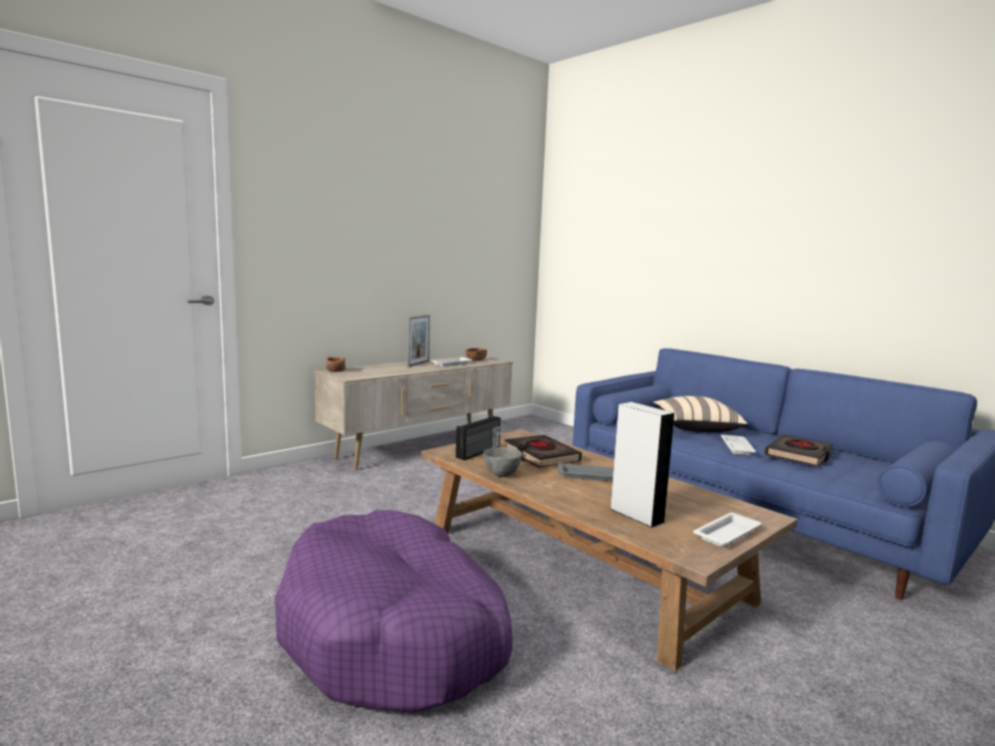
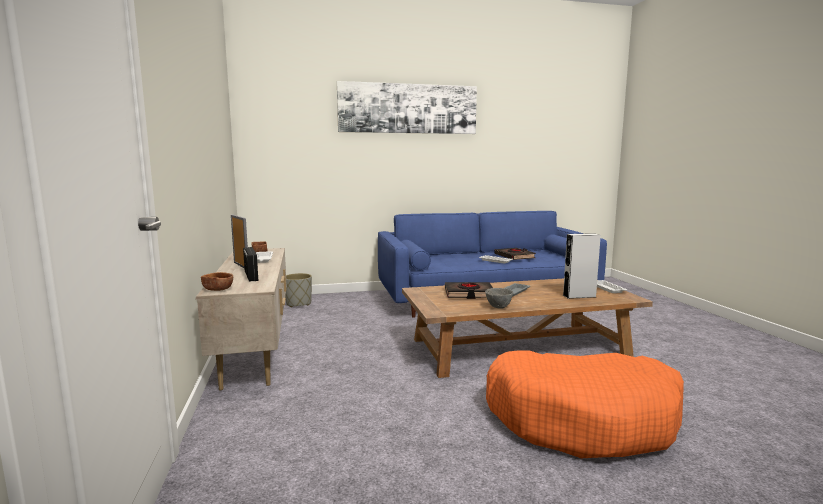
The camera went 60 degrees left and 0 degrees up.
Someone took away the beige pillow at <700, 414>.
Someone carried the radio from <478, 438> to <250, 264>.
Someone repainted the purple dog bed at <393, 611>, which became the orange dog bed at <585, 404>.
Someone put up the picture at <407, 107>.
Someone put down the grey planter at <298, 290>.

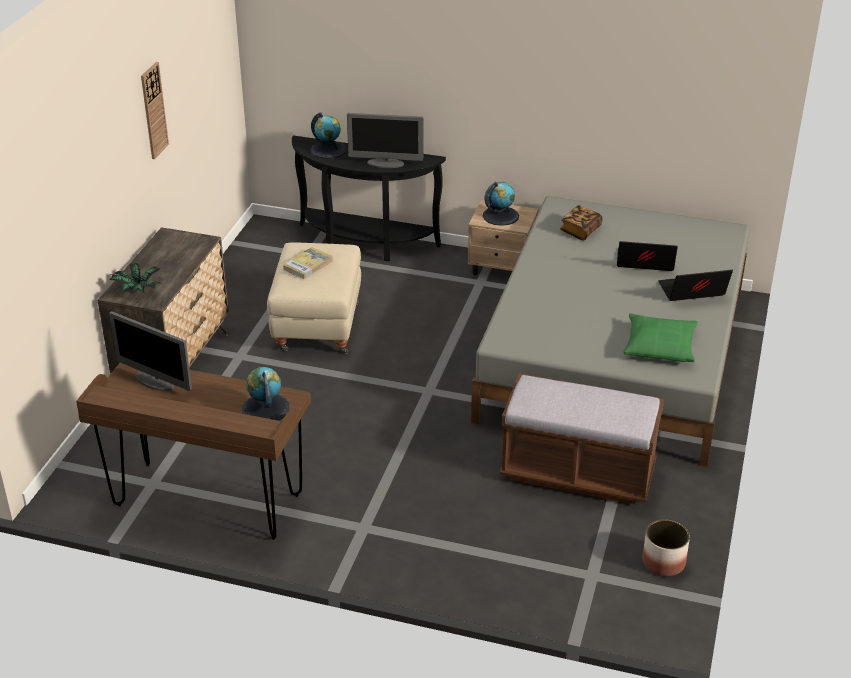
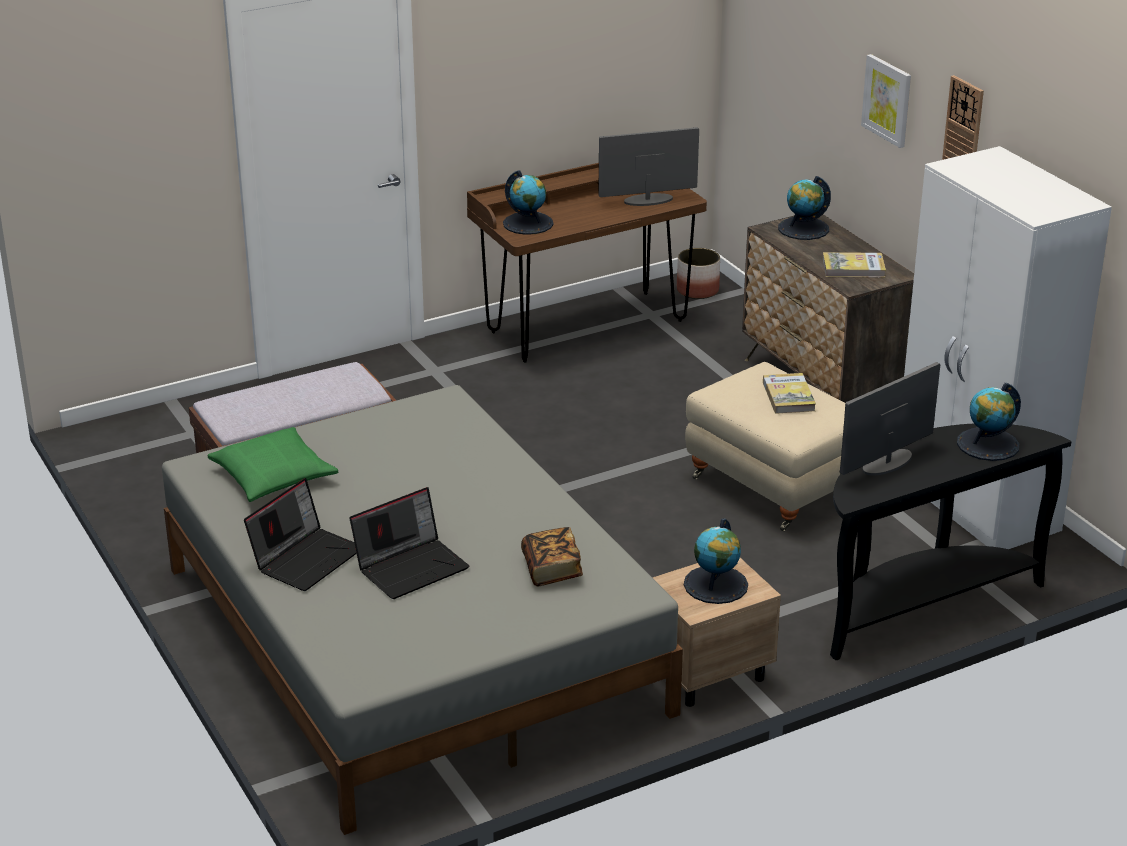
The camera went 135 degrees right and 5 degrees down.
Someone swapped the potted plant at <134, 278> for the globe at <804, 208>.
Someone carried the planter from <666, 548> to <698, 273>.
Someone put up the picture at <886, 101>.
Someone put down the white wardrobe at <1008, 347>.
Someone put down the book at <854, 264>.

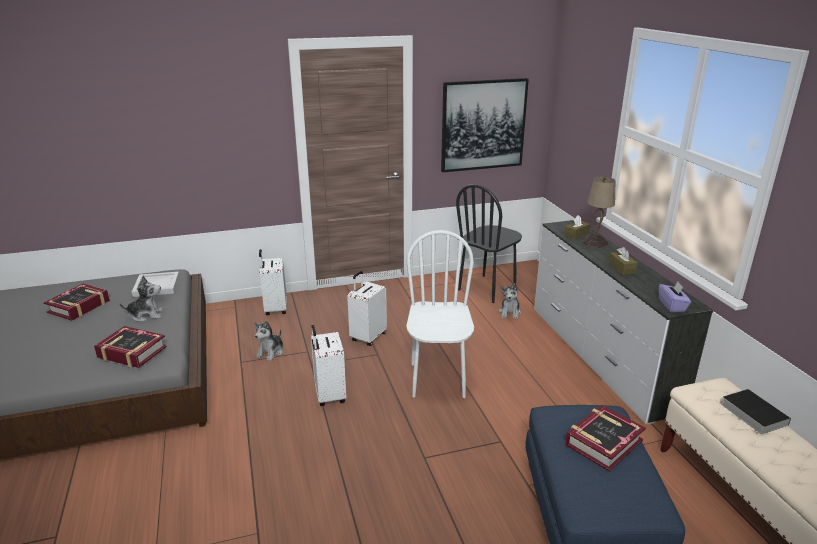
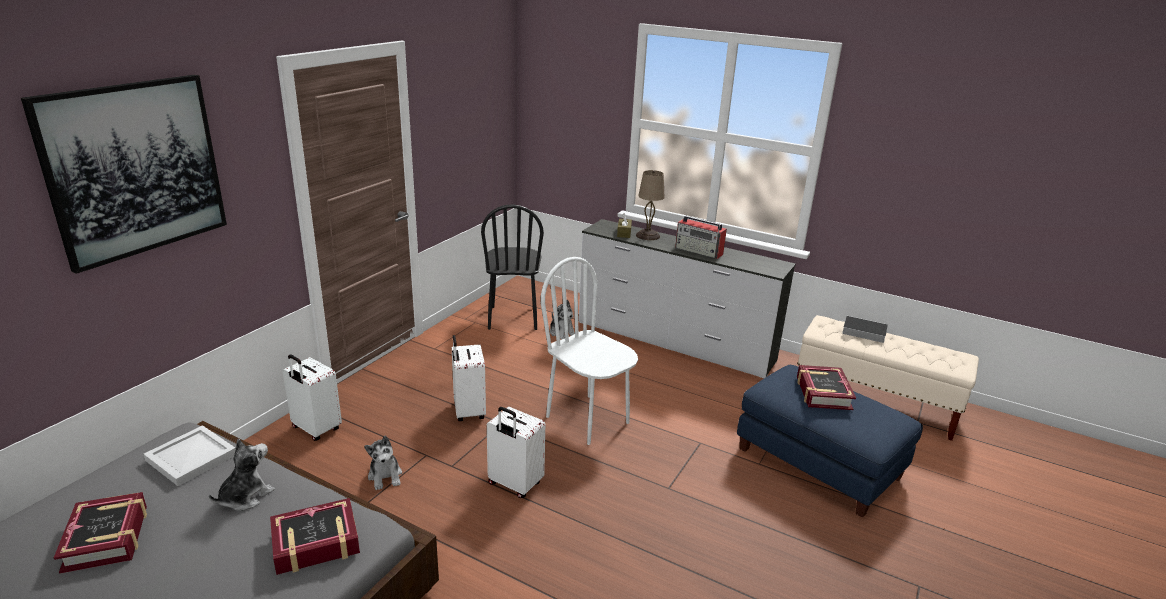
The camera went 45 degrees left and 0 degrees up.
Someone carried the picture from <485, 125> to <124, 174>.
Someone swapped the brown tissue box at <623, 261> for the radio at <701, 237>.
Someone took away the purple tissue box at <675, 296>.

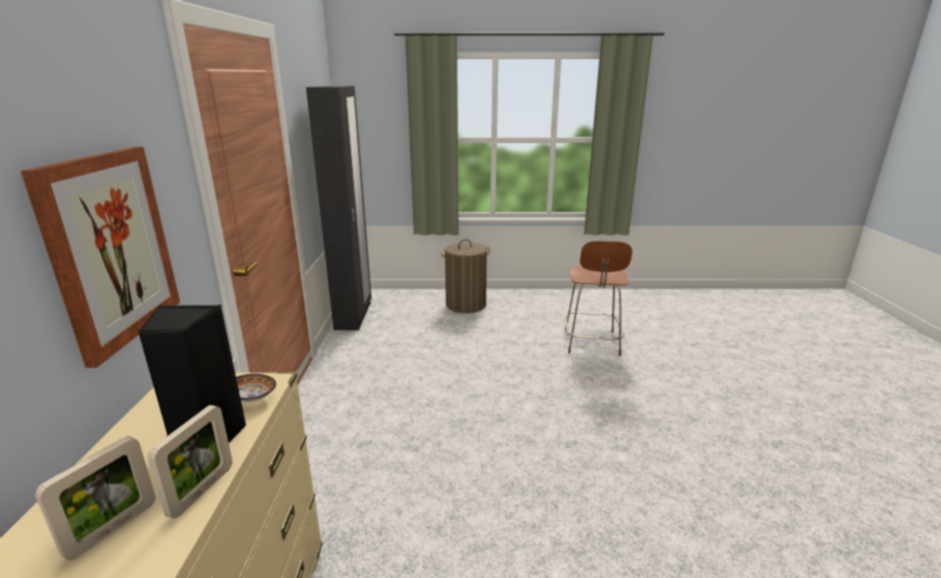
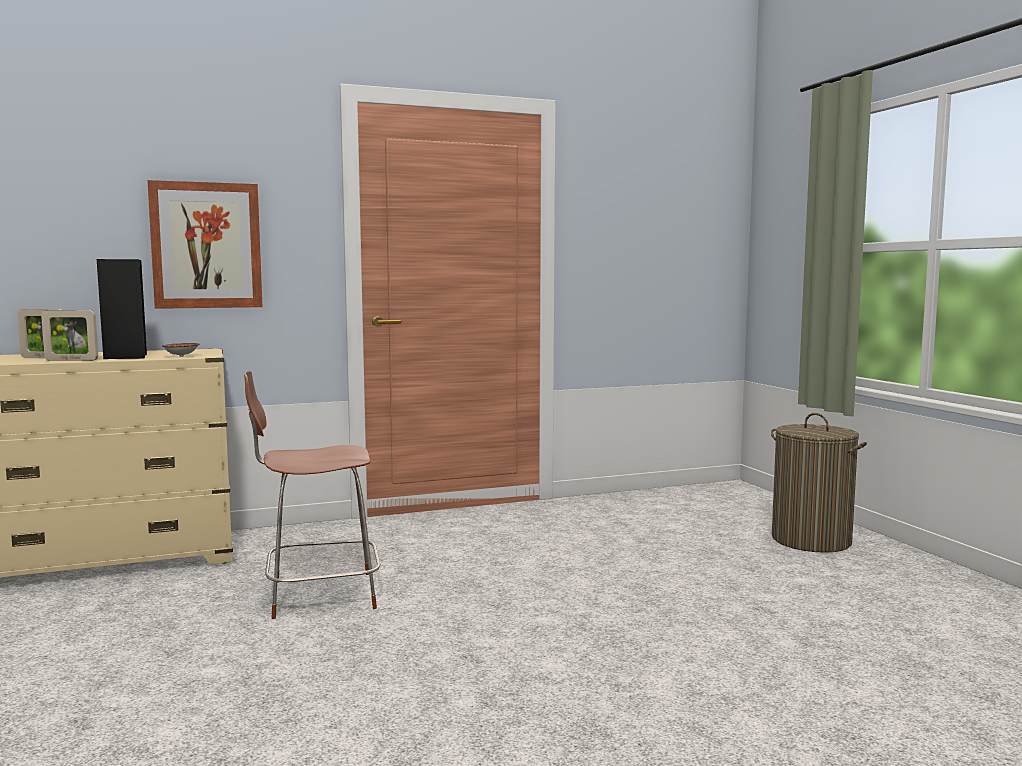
The camera went 70 degrees right and 15 degrees down.
Someone took away the black wardrobe at <339, 208>.
Someone carried the brown chair from <598, 298> to <312, 495>.

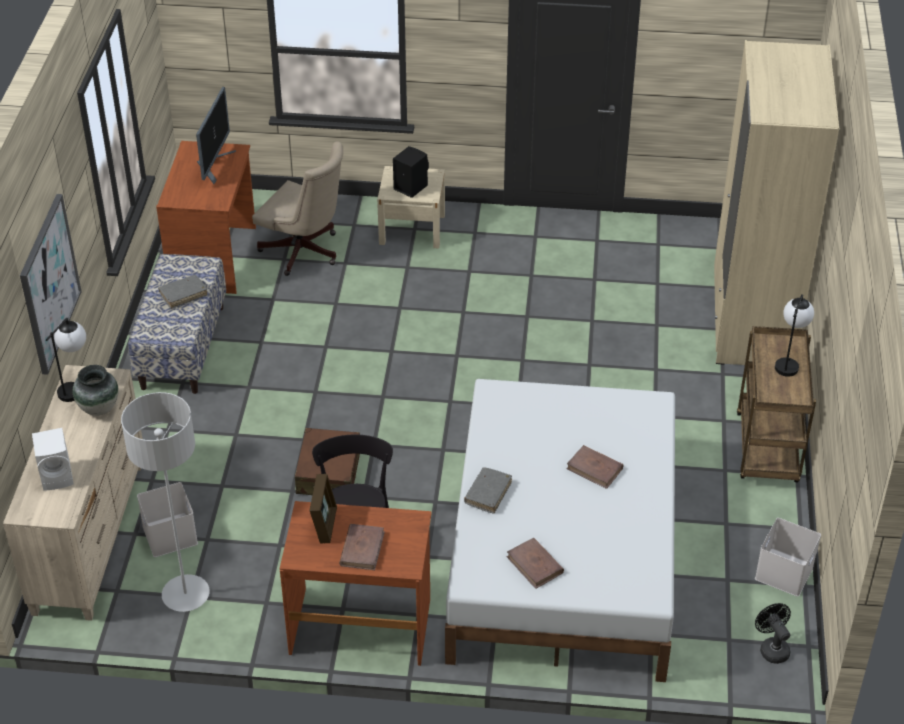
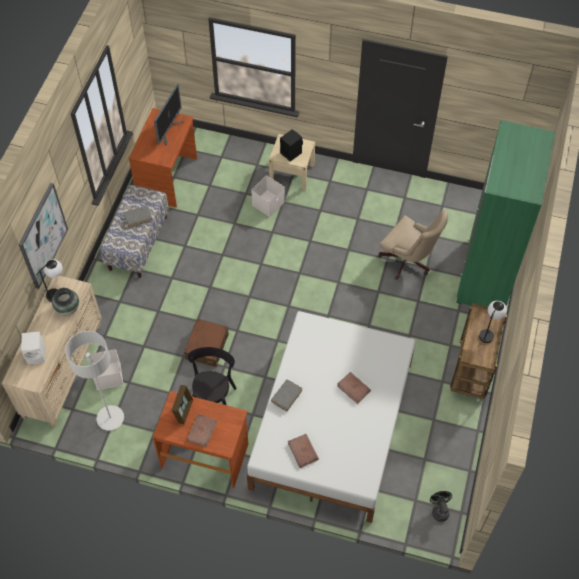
The camera went 10 degrees right and 15 degrees up.
Someone repainted the beige wardrobe at <776, 202>, which became the green wardrobe at <506, 213>.
Someone carried the beige office chair from <297, 208> to <413, 245>.
Someone carried the white storage box from <788, 557> to <268, 196>.

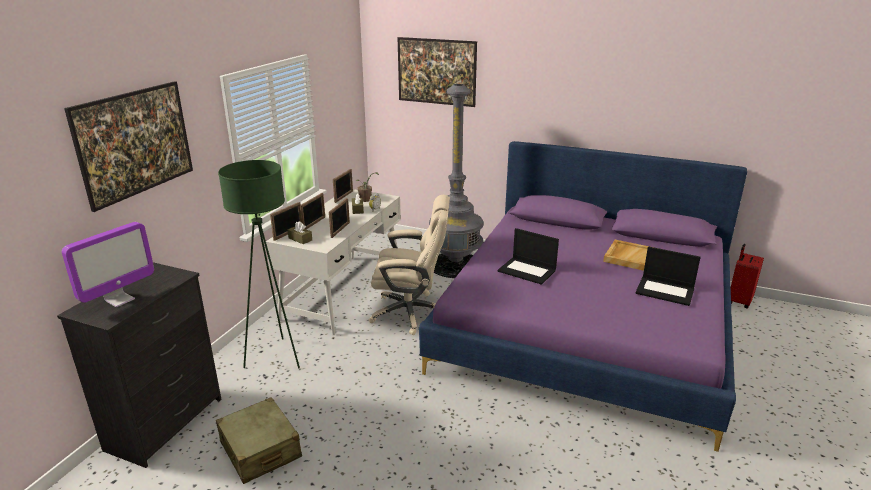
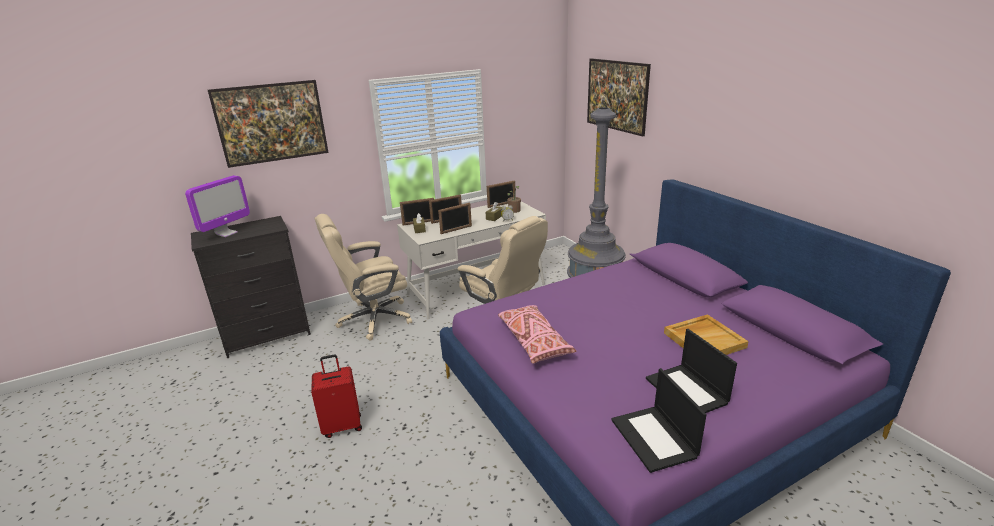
The camera went 40 degrees right and 0 degrees up.
Someone swapped the green floor lamp at <259, 264> for the beige office chair at <363, 277>.
Someone rotated the monitor at <108, 264> by 45 degrees counterclockwise.
Someone carried the laptop from <528, 256> to <659, 420>.
Someone carried the red suitcase from <747, 276> to <336, 396>.
Someone took away the beige suitcase at <259, 440>.
Someone put down the pink pillow at <537, 334>.

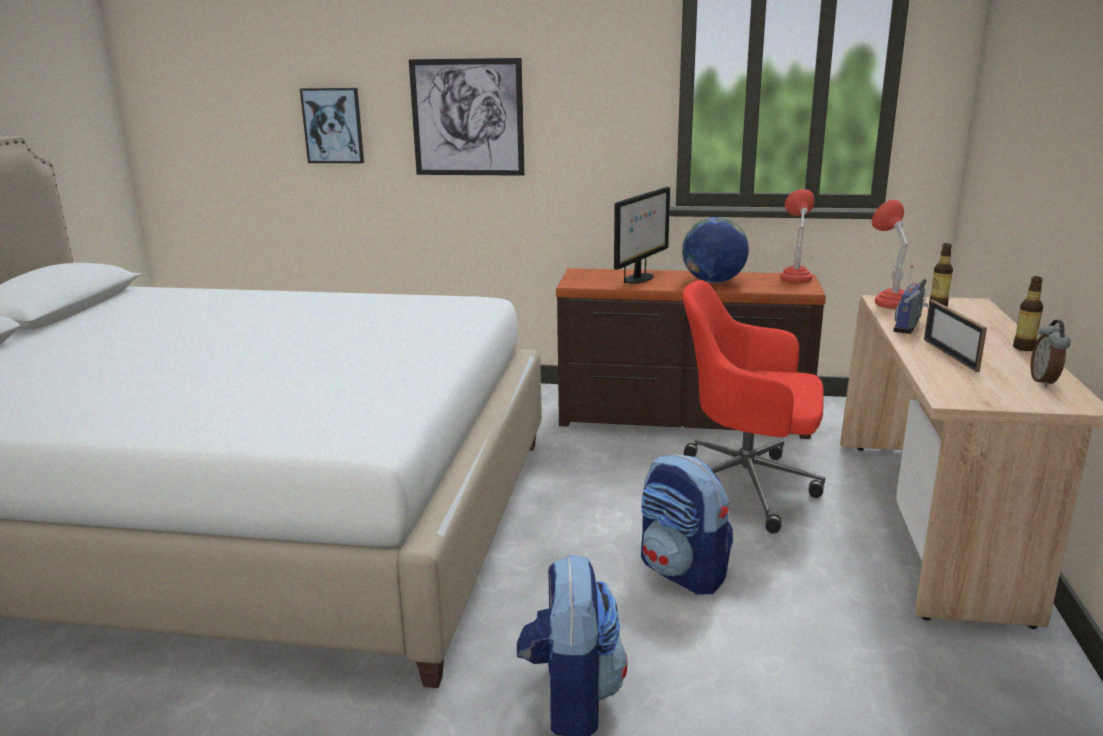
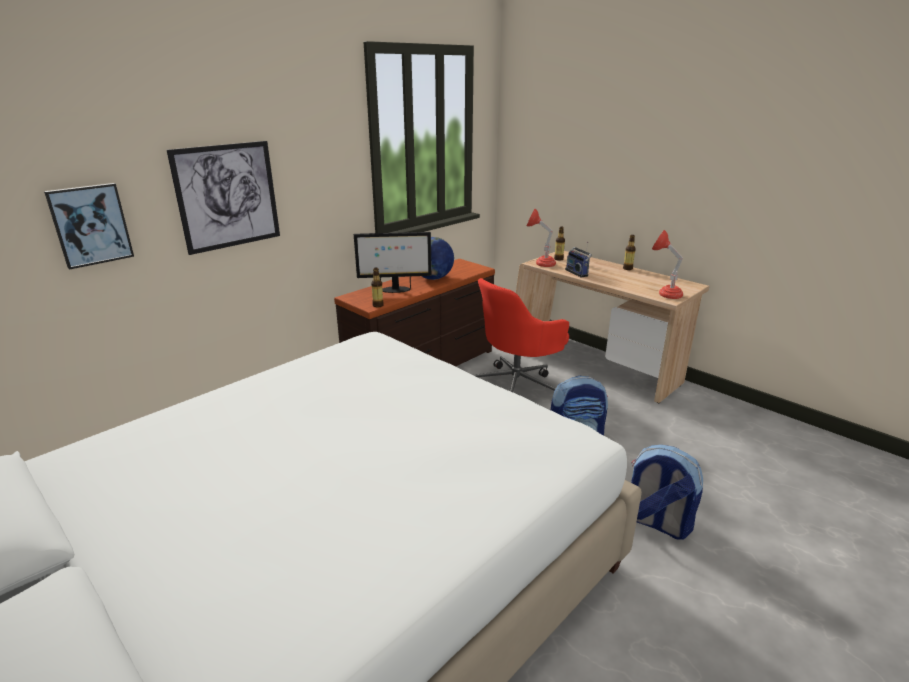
The camera went 55 degrees left and 5 degrees up.
Someone rotated the monitor at <642, 235> by 105 degrees clockwise.
Someone carried the red table lamp from <797, 236> to <667, 264>.
Someone took away the picture frame at <955, 336>.
Someone took away the alarm clock at <1051, 353>.
Someone put down the bottle at <377, 287>.

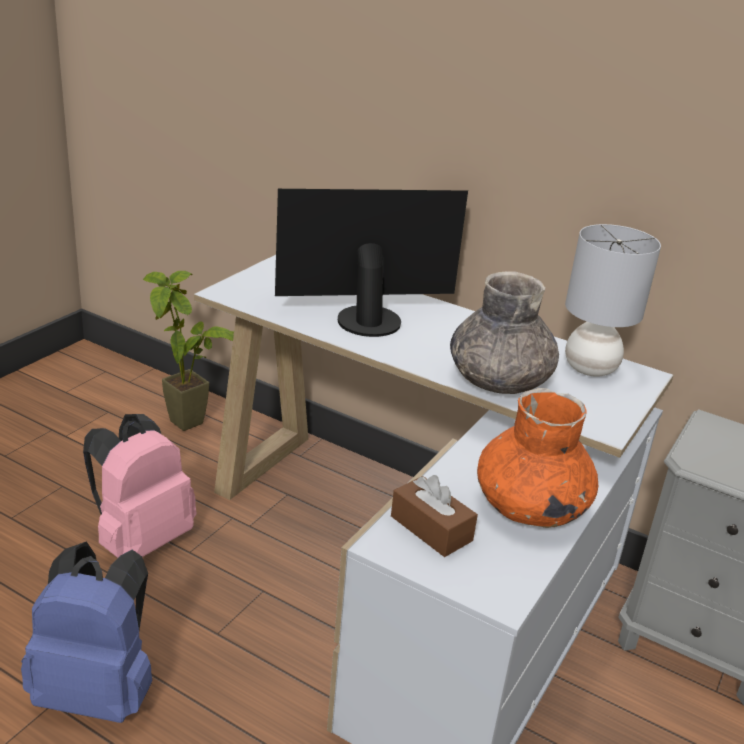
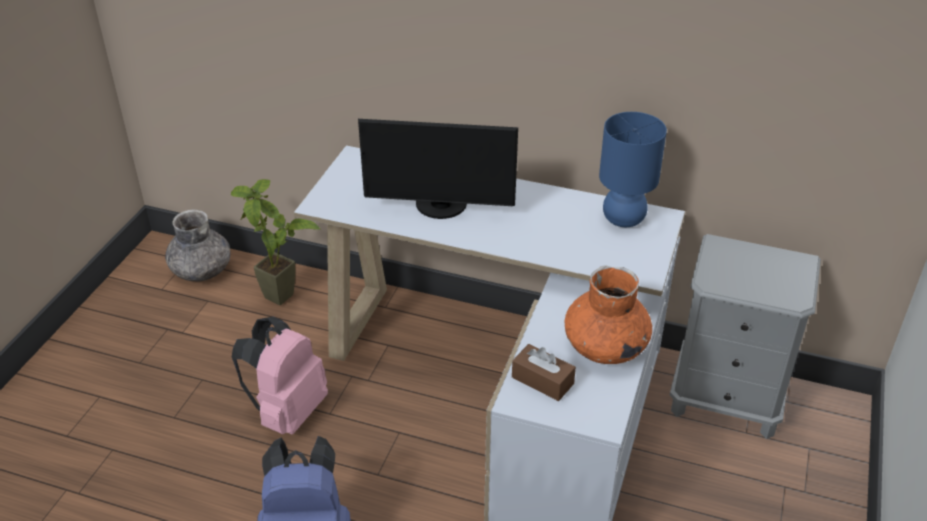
The camera went 10 degrees left and 10 degrees up.
Someone rotated the monitor at <371, 263> by 150 degrees counterclockwise.
Someone repainted the grey table lamp at <613, 300>, which became the blue table lamp at <633, 169>.
Someone carried the grey vase from <504, 332> to <198, 245>.

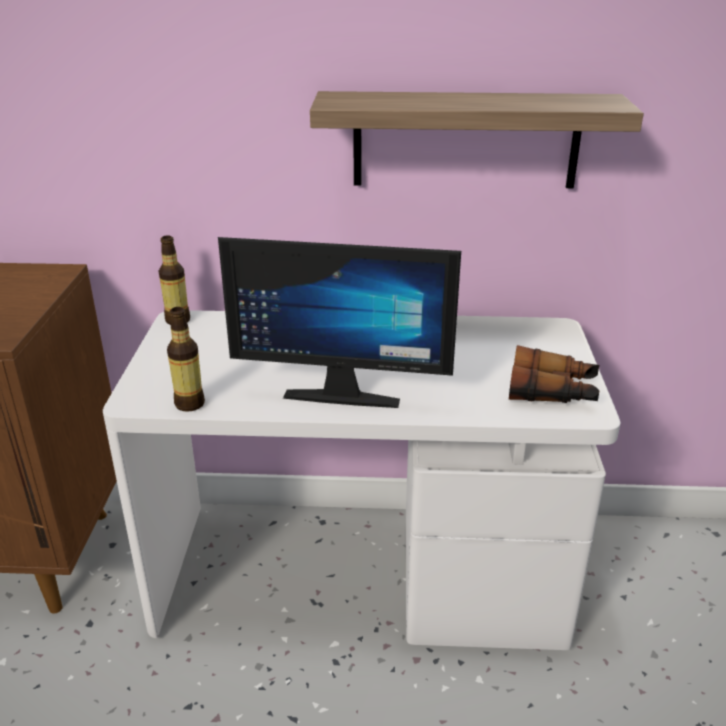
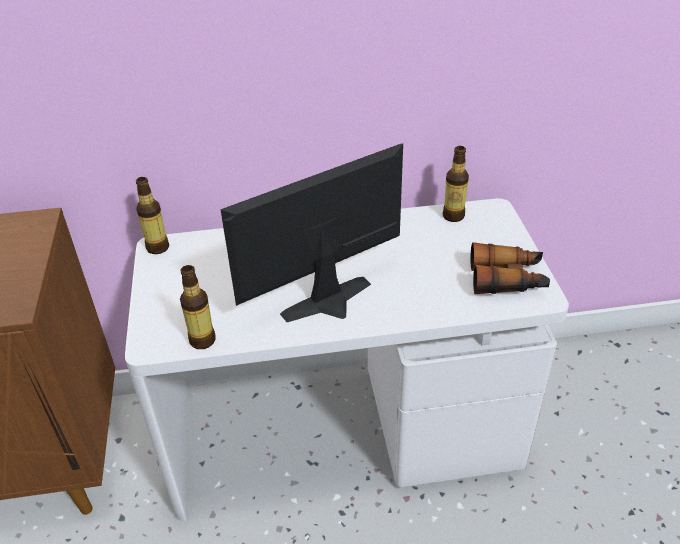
The camera went 10 degrees left and 10 degrees up.
Someone took away the shelf at <477, 139>.
Someone rotated the monitor at <339, 322> by 150 degrees clockwise.
Someone put down the bottle at <456, 184>.

